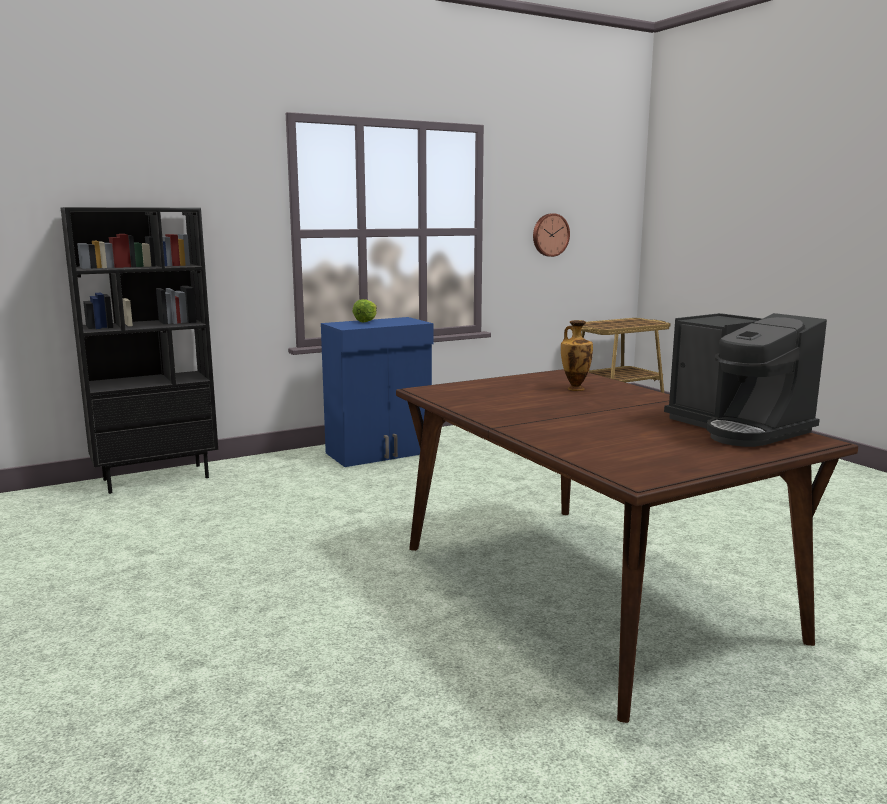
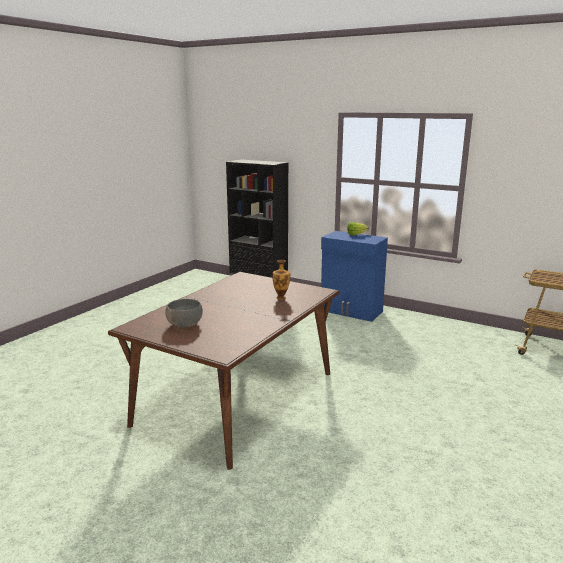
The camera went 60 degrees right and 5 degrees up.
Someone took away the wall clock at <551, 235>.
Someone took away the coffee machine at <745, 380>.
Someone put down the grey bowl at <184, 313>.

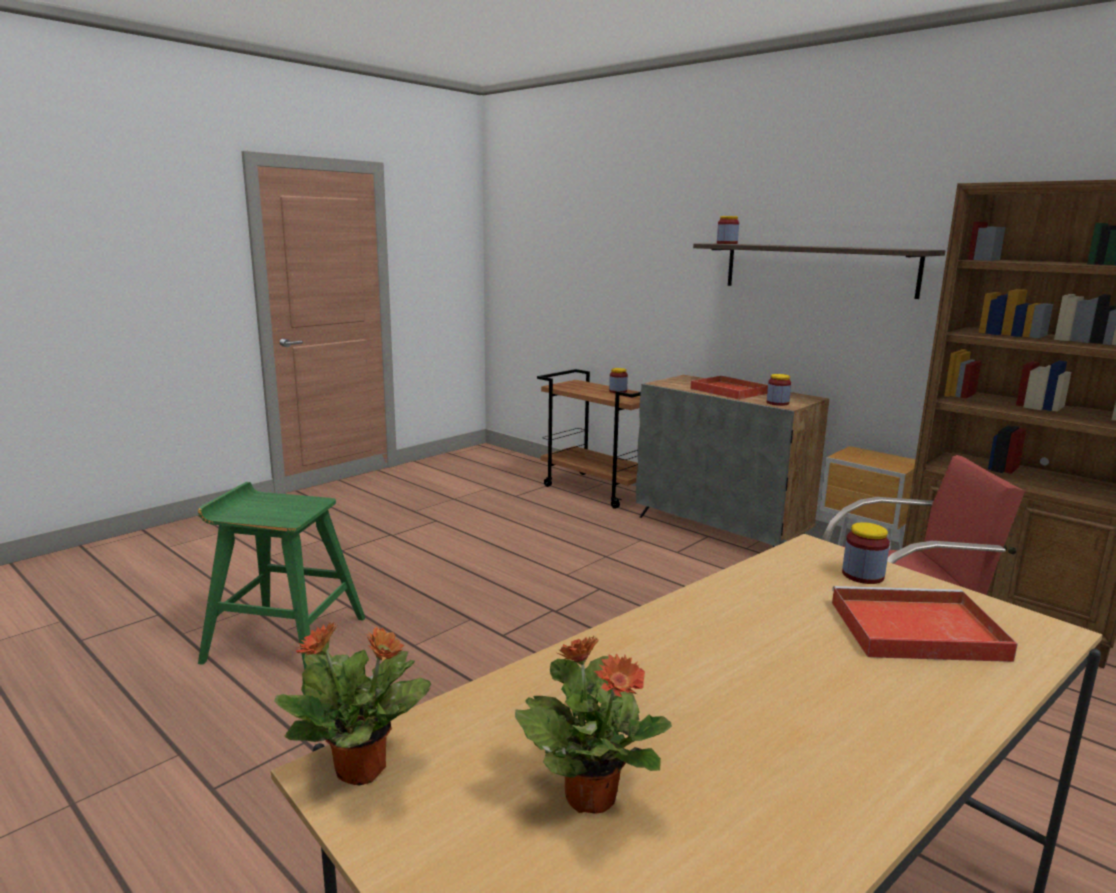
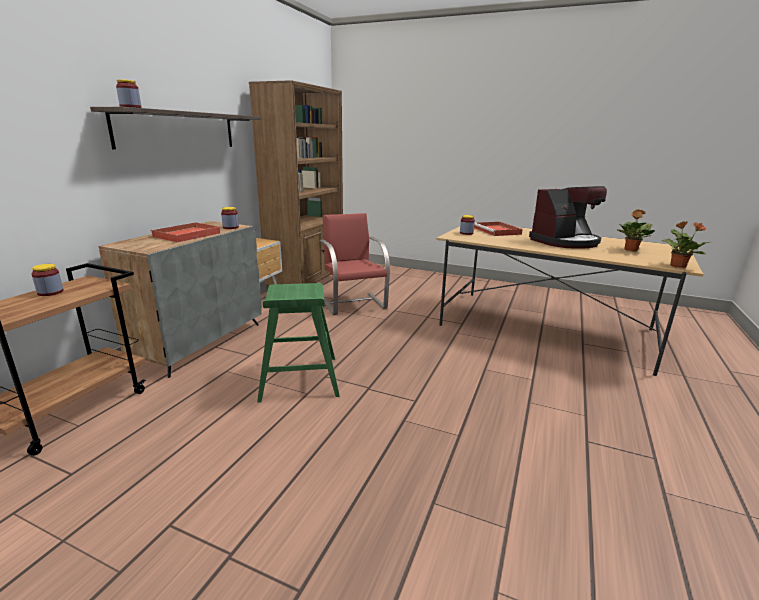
The camera went 110 degrees left and 5 degrees up.
Someone carried the green stool from <281, 576> to <298, 343>.
Someone put down the coffee machine at <568, 217>.

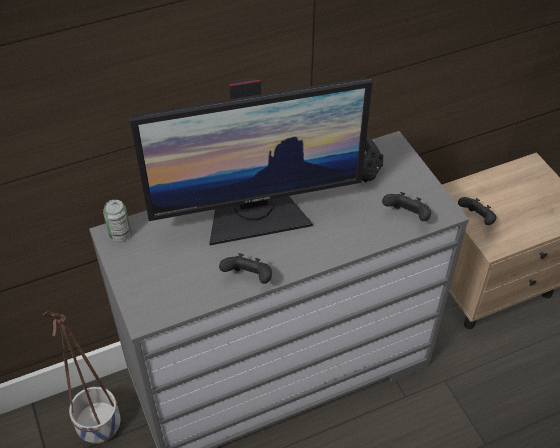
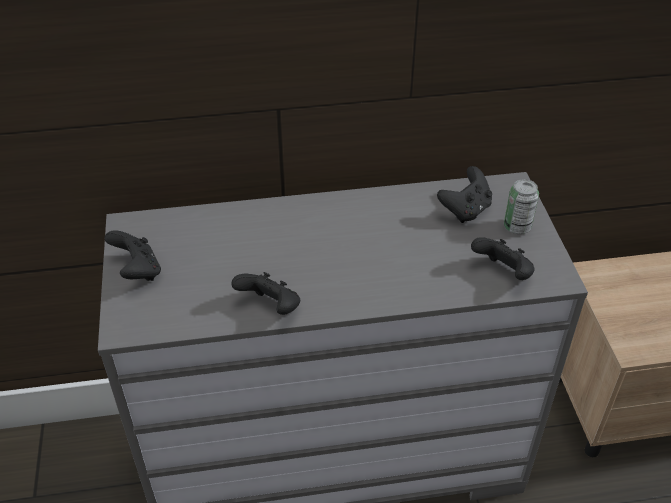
The camera went 15 degrees right and 5 degrees down.
Someone took away the monitor at <251, 161>.
Someone carried the black game controller from <477, 211> to <133, 255>.
Someone carried the can from <117, 221> to <521, 206>.
Someone took away the planter at <82, 377>.

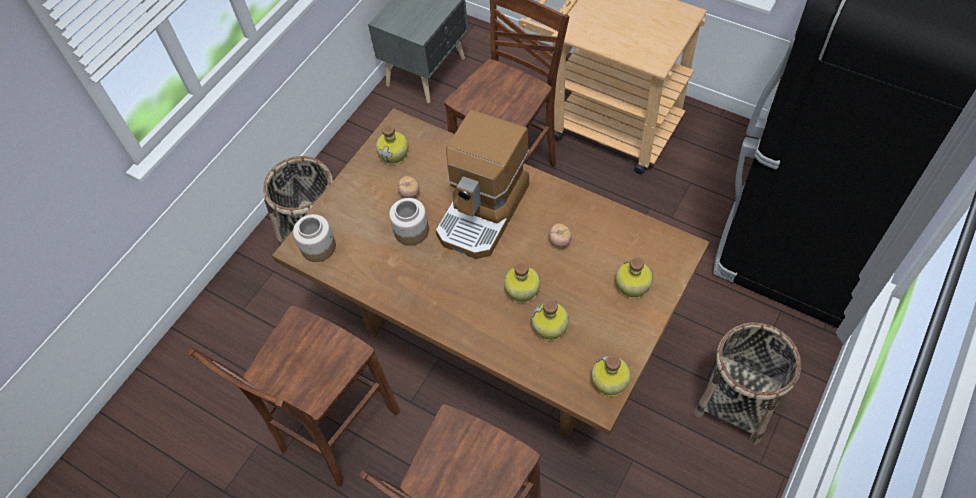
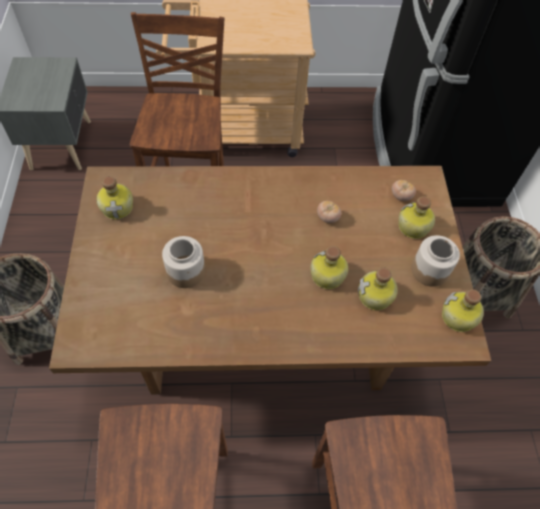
The camera went 40 degrees left and 0 degrees up.
Someone took away the coffee machine at <482, 184>.
Someone carried the tomato from <408, 187> to <404, 190>.
Someone carried the jar from <314, 238> to <435, 261>.

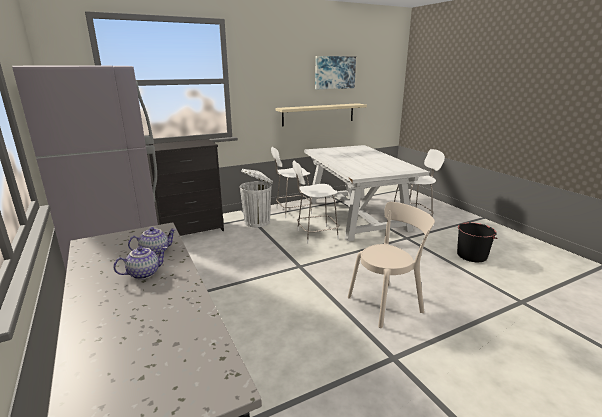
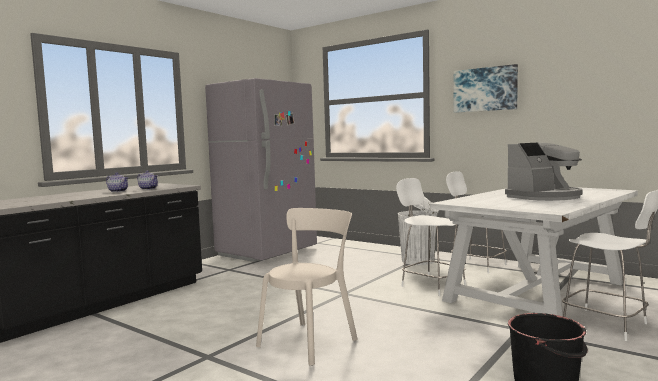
The camera went 65 degrees right and 15 degrees down.
Someone carried the picture from <335, 72> to <485, 88>.
Someone took away the beige shelf at <321, 115>.
Someone took away the black dresser at <185, 187>.
Someone rotated the beige chair at <391, 265> by 90 degrees counterclockwise.
Someone put down the coffee machine at <544, 171>.

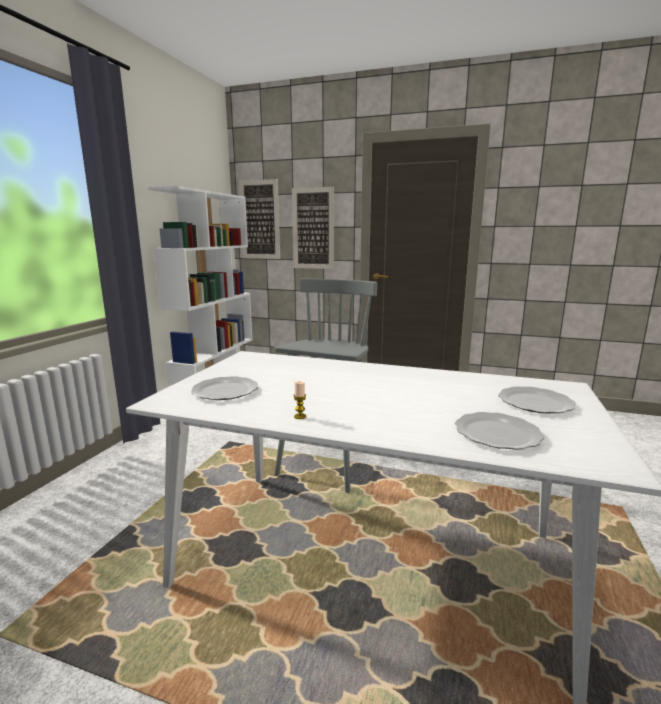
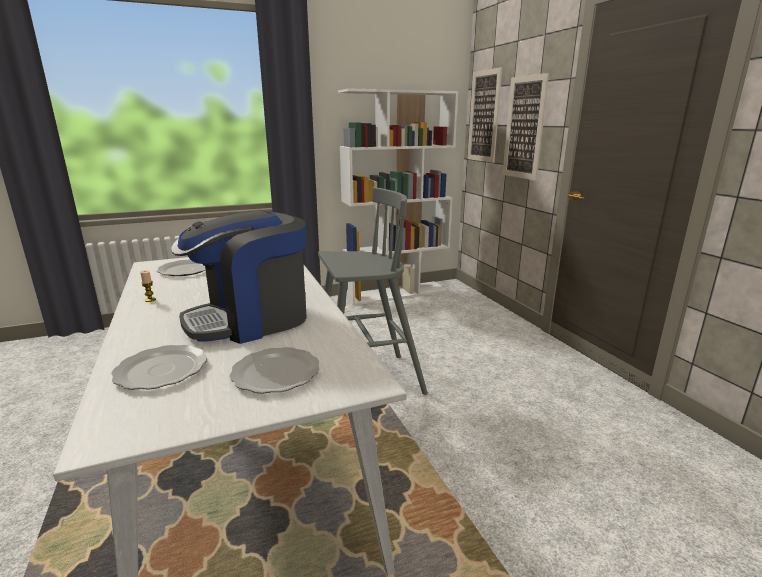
The camera went 50 degrees right and 5 degrees up.
Someone put down the coffee machine at <239, 277>.

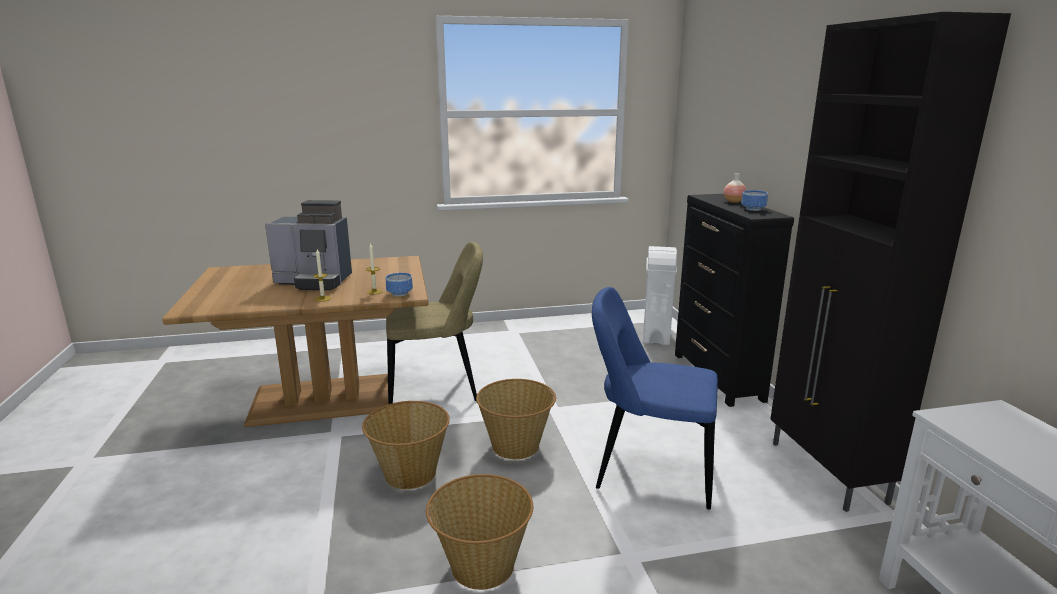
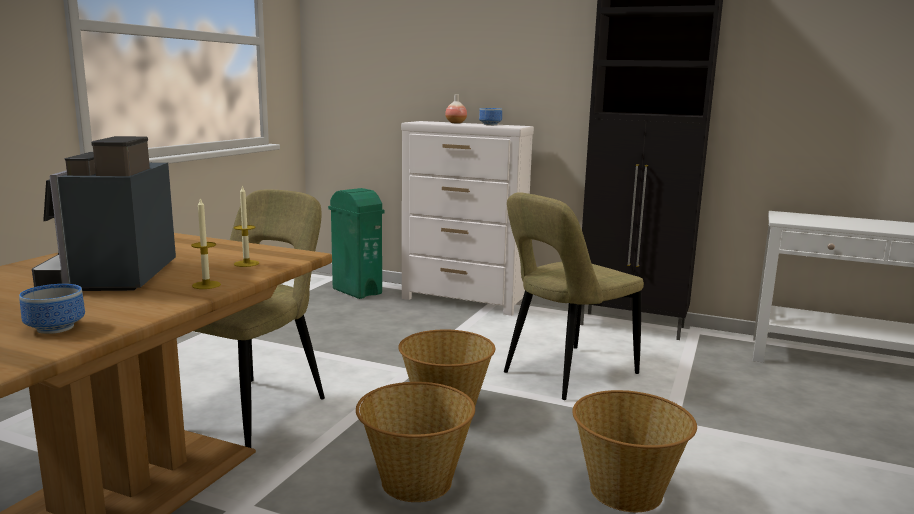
The camera went 55 degrees left and 5 degrees down.
Someone repainted the black dresser at <734, 300>, which became the white dresser at <467, 218>.
Someone rotated the coffee machine at <308, 245> by 135 degrees clockwise.
Someone repainted the white trash can at <660, 295>, which became the green trash can at <356, 243>.
Someone carried the bowl from <399, 284> to <52, 309>.
Someone repainted the blue chair at <655, 398>, which became the beige chair at <574, 296>.

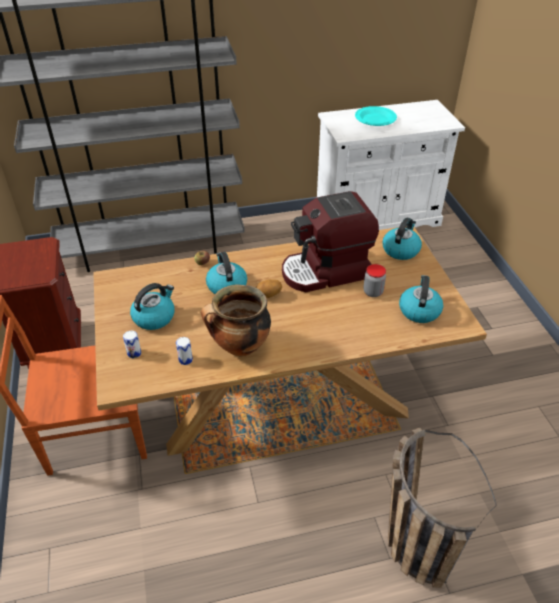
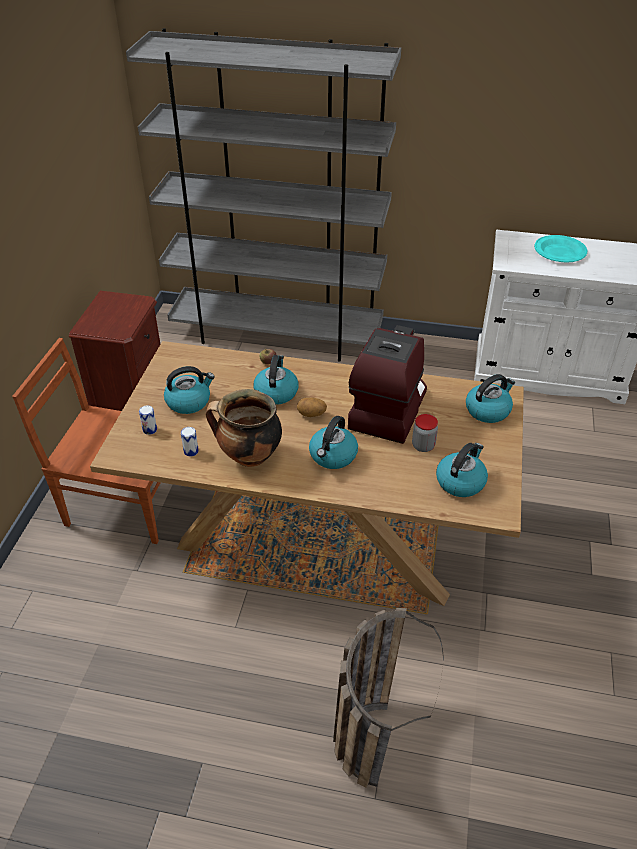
The camera went 25 degrees right and 0 degrees up.
Someone rotated the coffee machine at <330, 241> by 105 degrees clockwise.
Someone put down the kettle at <333, 442>.

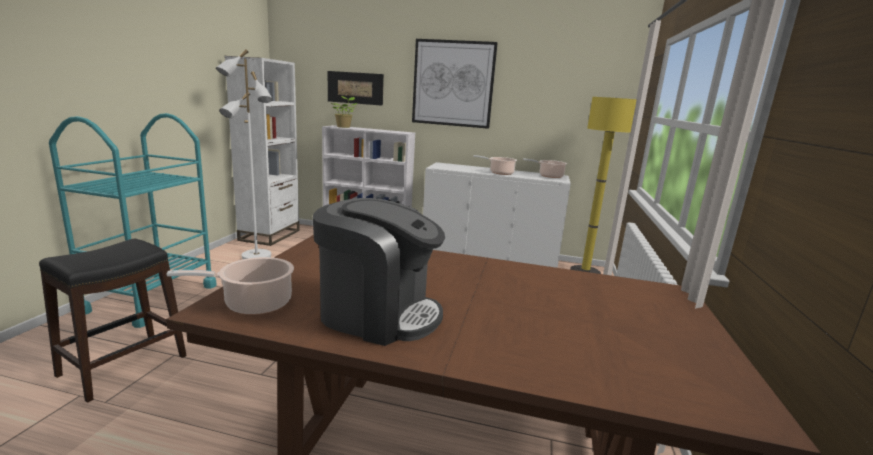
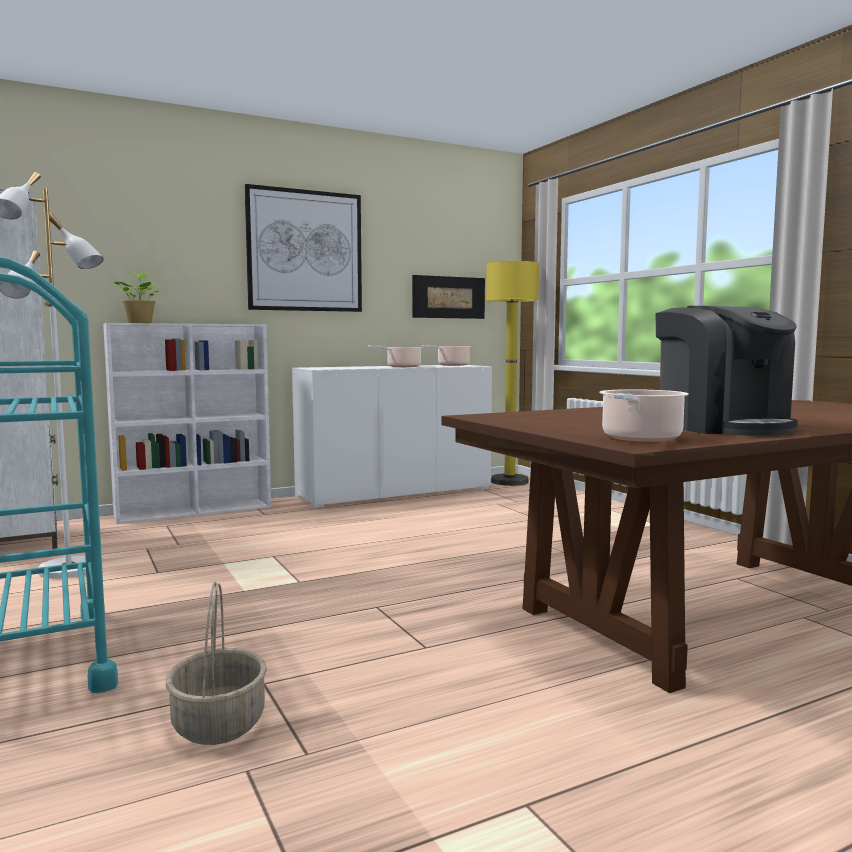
The camera went 40 degrees left and 10 degrees down.
Someone carried the picture from <356, 88> to <448, 297>.
Someone rotated the coffee machine at <379, 272> by 90 degrees clockwise.
Someone swapped the black stool at <113, 321> for the basket at <216, 663>.

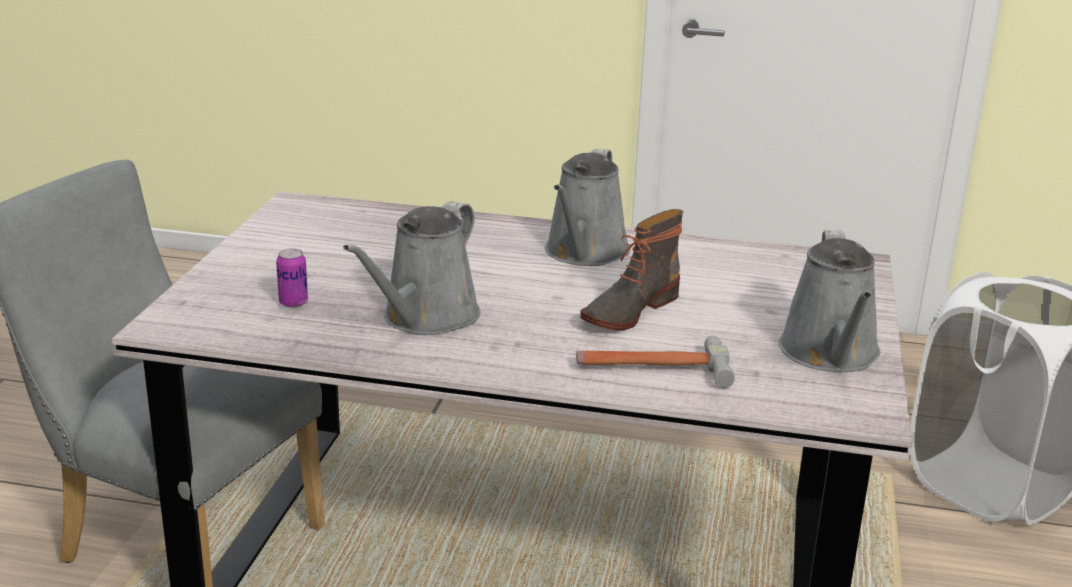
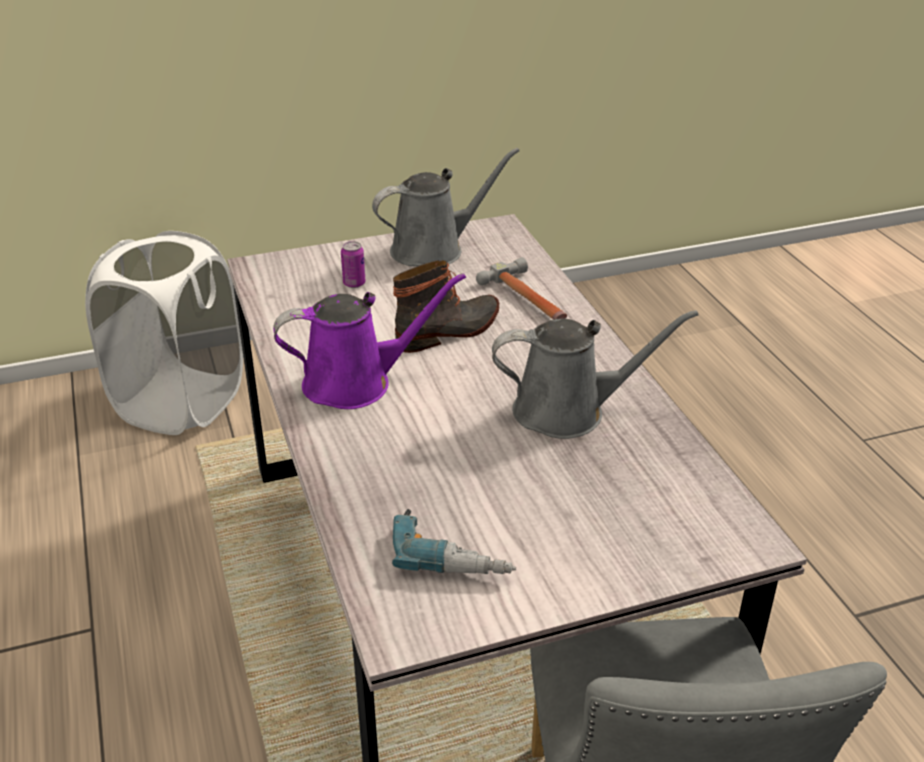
The camera went 120 degrees left and 10 degrees up.
Someone repainted the grey watering can at <587, 207>, which became the purple watering can at <369, 341>.
Someone rotated the boot at <631, 269> by 45 degrees counterclockwise.
Someone carried the can from <292, 278> to <353, 264>.
Someone put down the power drill at <454, 541>.

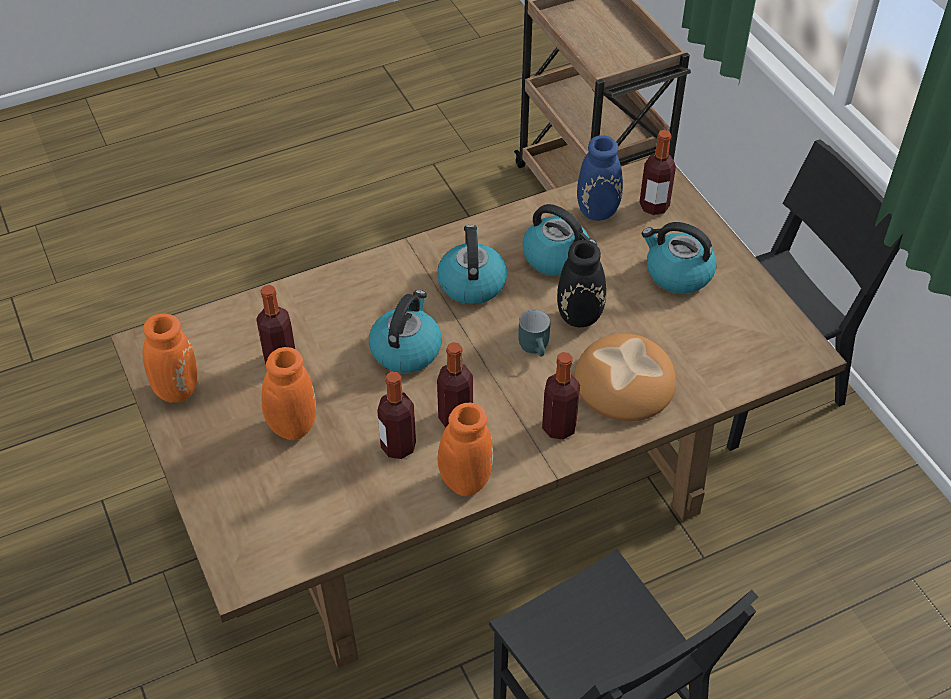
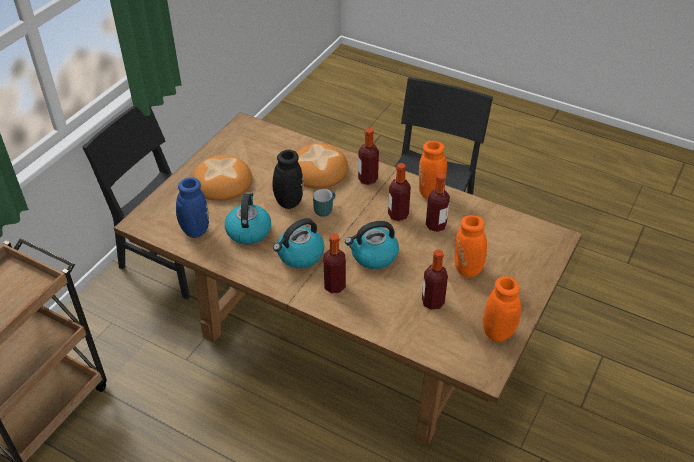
The camera went 125 degrees left and 5 degrees down.
Someone carried the bottle from <657, 172> to <334, 264>.
Someone swapped the kettle at <679, 258> for the bread at <222, 178>.

